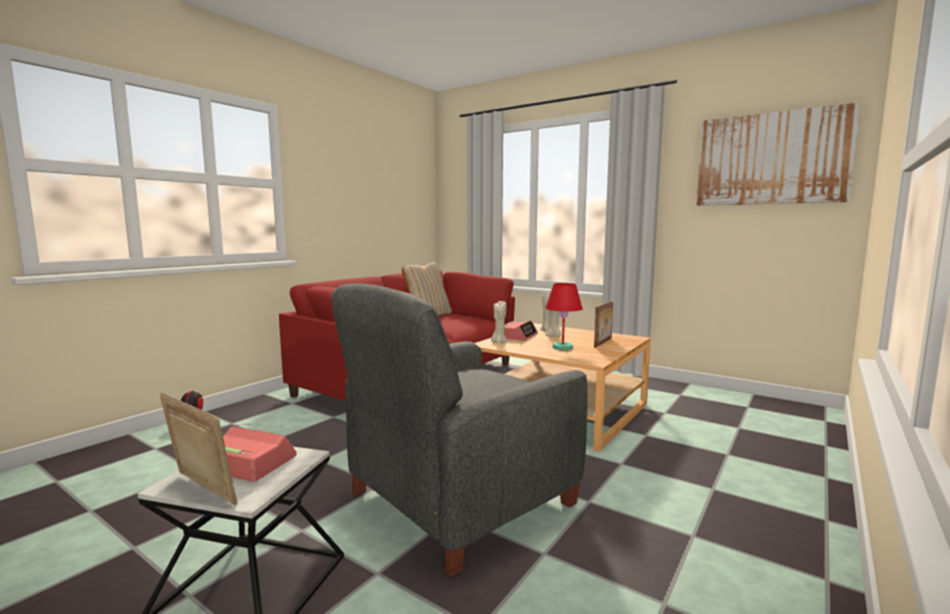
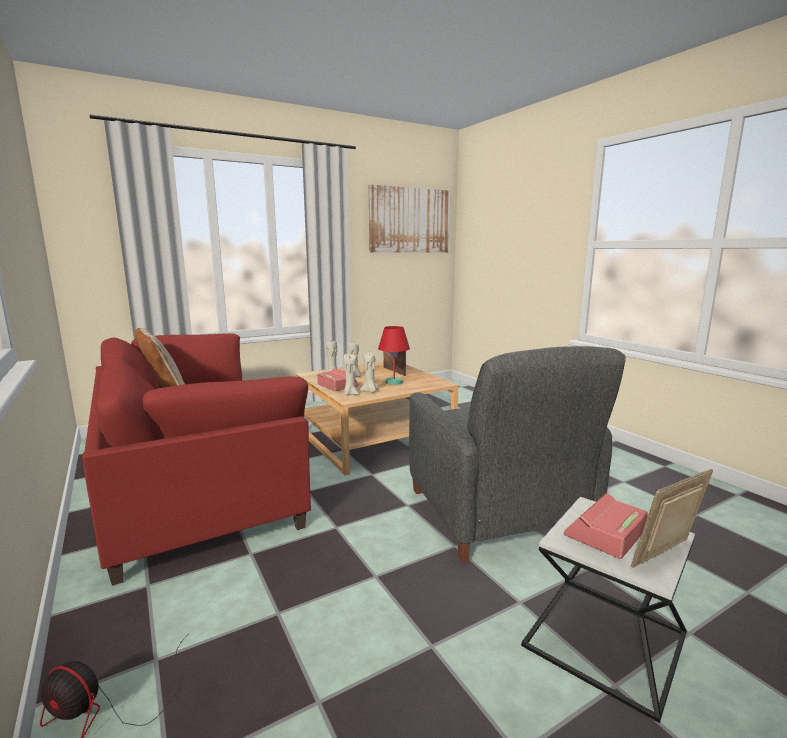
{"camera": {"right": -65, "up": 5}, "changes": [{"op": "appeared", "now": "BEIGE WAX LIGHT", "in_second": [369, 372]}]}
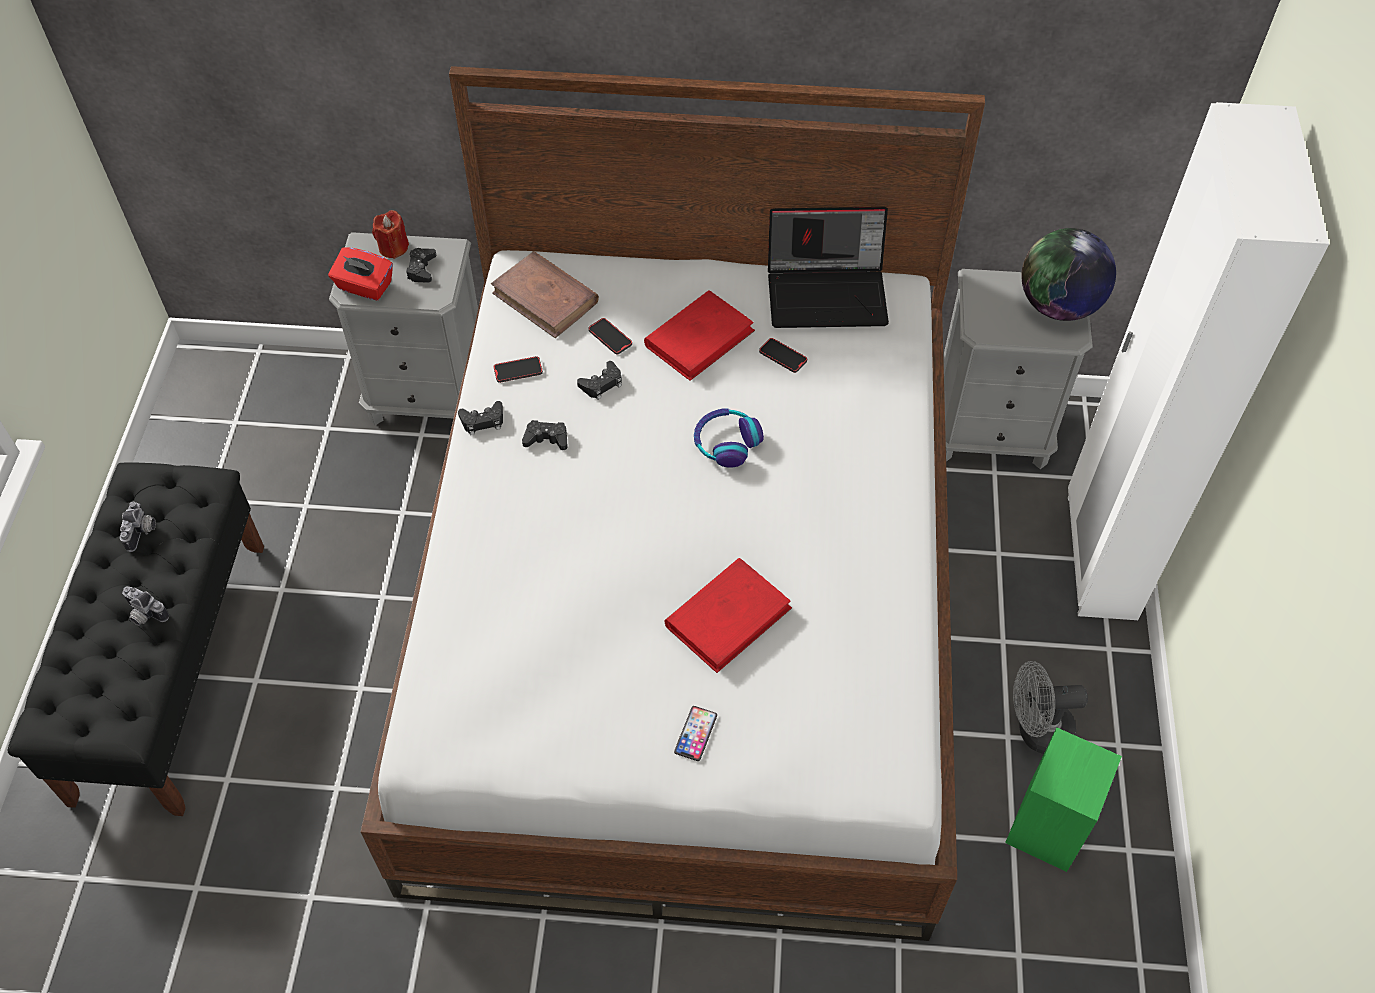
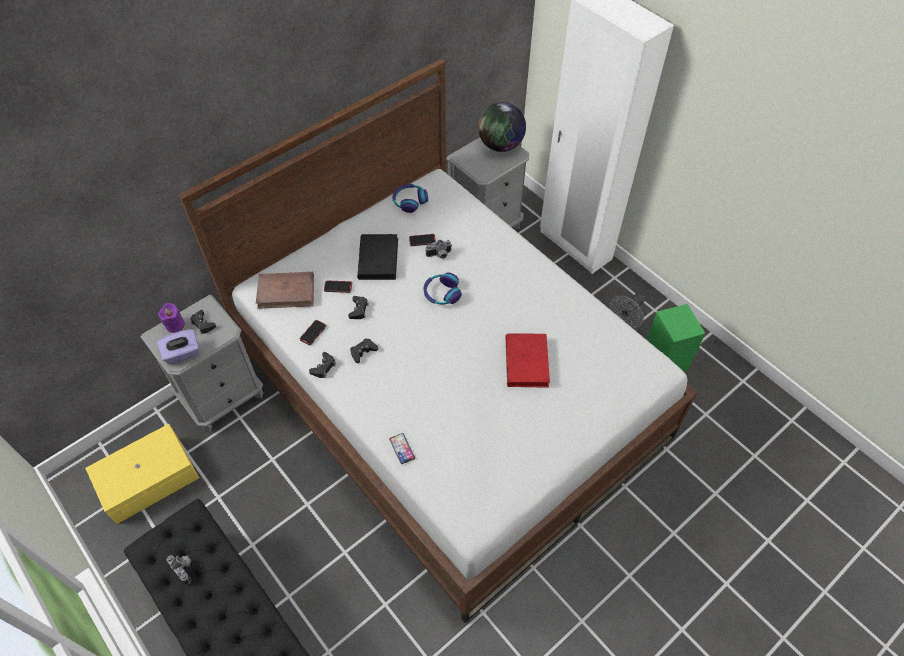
{"camera": {"right": -45, "up": 0}, "changes": [{"op": "appeared", "now": "YELLOWISH STORAGE BIN", "in_second": [142, 474]}, {"op": "colour", "was": "RED-COLOURED BOX OF TISSUES", "now": "PURPLE BOX OF TISSUES", "in_first": [360, 273], "in_second": [177, 347]}, {"op": "colour", "was": "RED-COLOURED WAX LIGHT", "now": "PURPLE WAX LIGHT", "in_first": [390, 234], "in_second": [171, 318]}, {"op": "colour", "was": "RED-COLOURED BOUND BOOK", "now": "BLACKISH BOUND BOOK", "in_first": [699, 335], "in_second": [377, 257]}, {"op": "relocated", "was": "HANDSET", "in_first": [695, 733], "in_second": [402, 448]}, {"op": "exchanged", "was": "LAPTOP", "now": "HEADSET", "in_first": [828, 267], "in_second": [410, 198]}, {"op": "relocated", "was": "PHOTO CAMERA", "in_first": [145, 606], "in_second": [439, 249]}]}
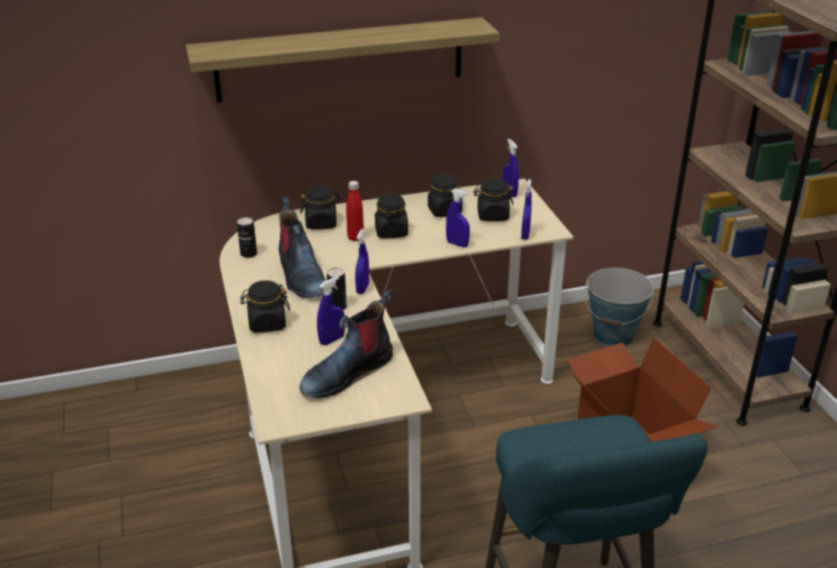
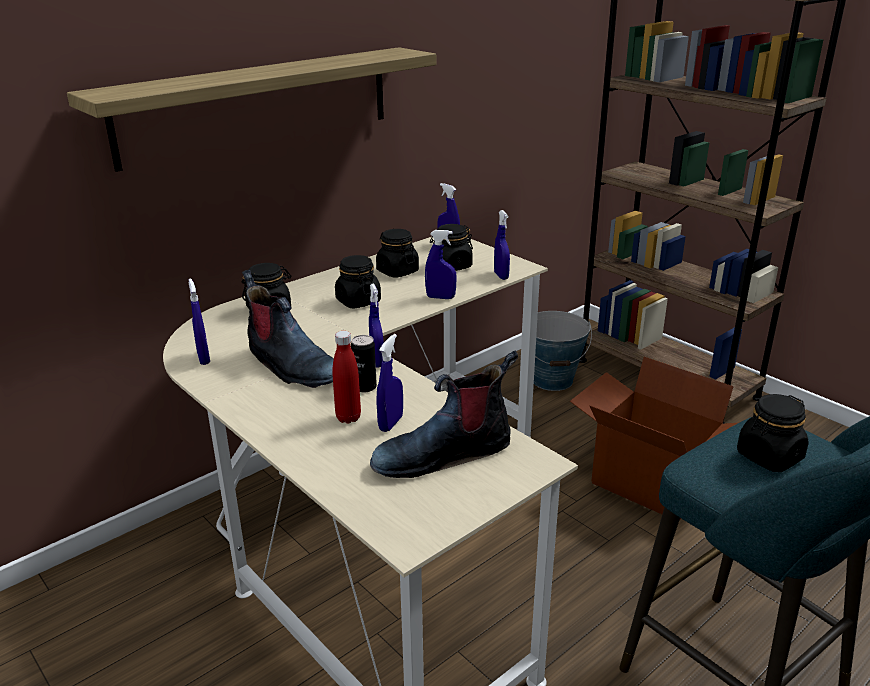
{"camera": {"right": -25, "up": -5}, "changes": [{"op": "exchanged", "was": "SEALED CAN", "now": "BLUE-COLOURED HAND SPRAYER", "in_first": [247, 237], "in_second": [199, 321]}, {"op": "relocated", "was": "RED-COLOURED BEVERAGE BOTTLE", "in_first": [355, 211], "in_second": [346, 377]}, {"op": "spun", "was": "TALL BOOT", "in_first": [346, 343], "in_second": [444, 414], "clockwise": 45}, {"op": "relocated", "was": "BLACKISH PRESERVE JAR", "in_first": [265, 306], "in_second": [773, 433]}]}
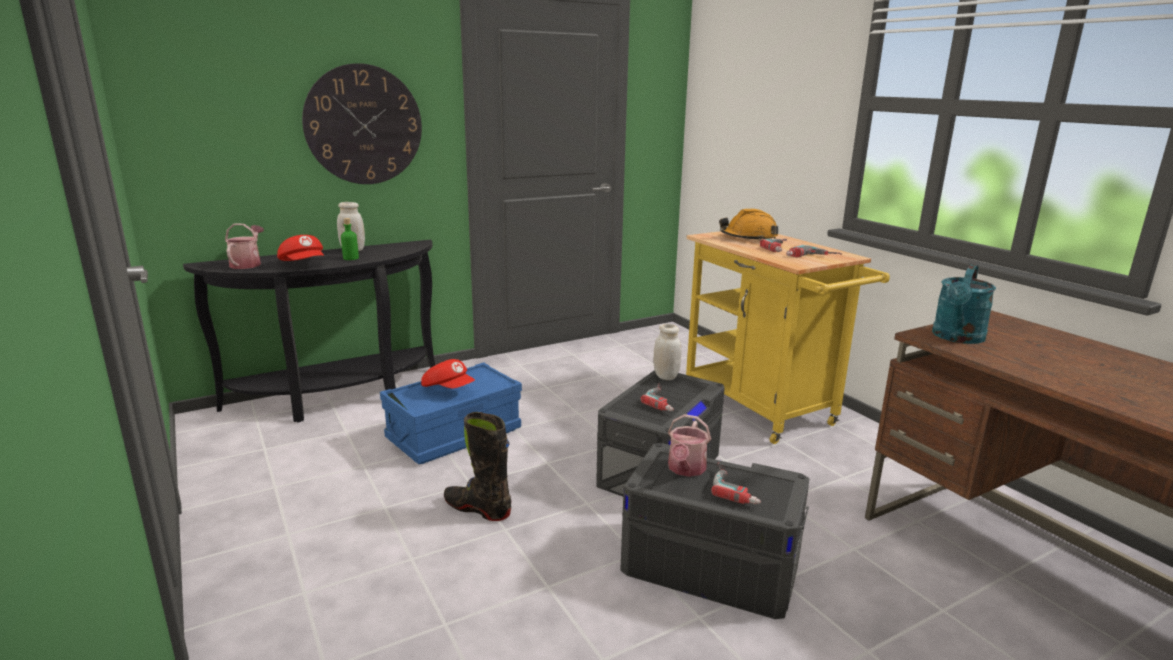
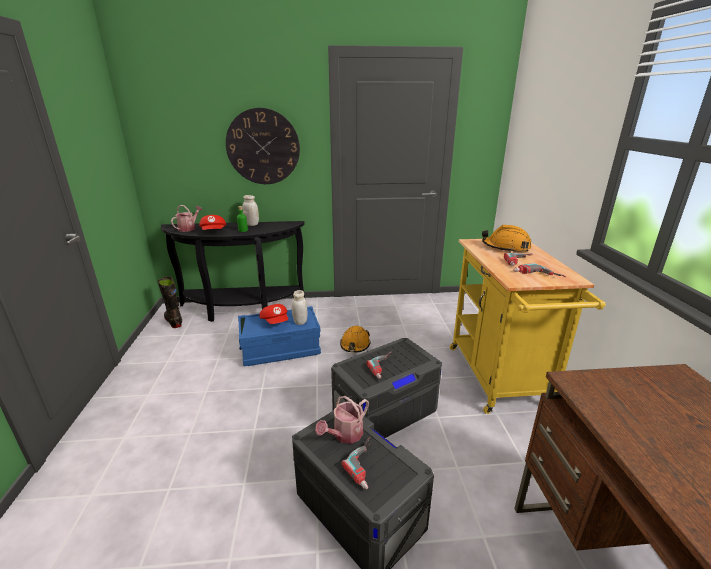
{"camera": {"right": 25, "up": 5}, "changes": [{"op": "relocated", "was": "BLACKISH TALL BOOT", "in_first": [477, 466], "in_second": [169, 302]}, {"op": "relocated", "was": "WHITISH PRESERVE JAR", "in_first": [667, 352], "in_second": [299, 307]}, {"op": "appeared", "now": "ORANGE WORK HELMET", "in_second": [355, 339]}, {"op": "missing", "was": "TURQUOISE SPRINKLING CAN", "in_first": [964, 304]}]}
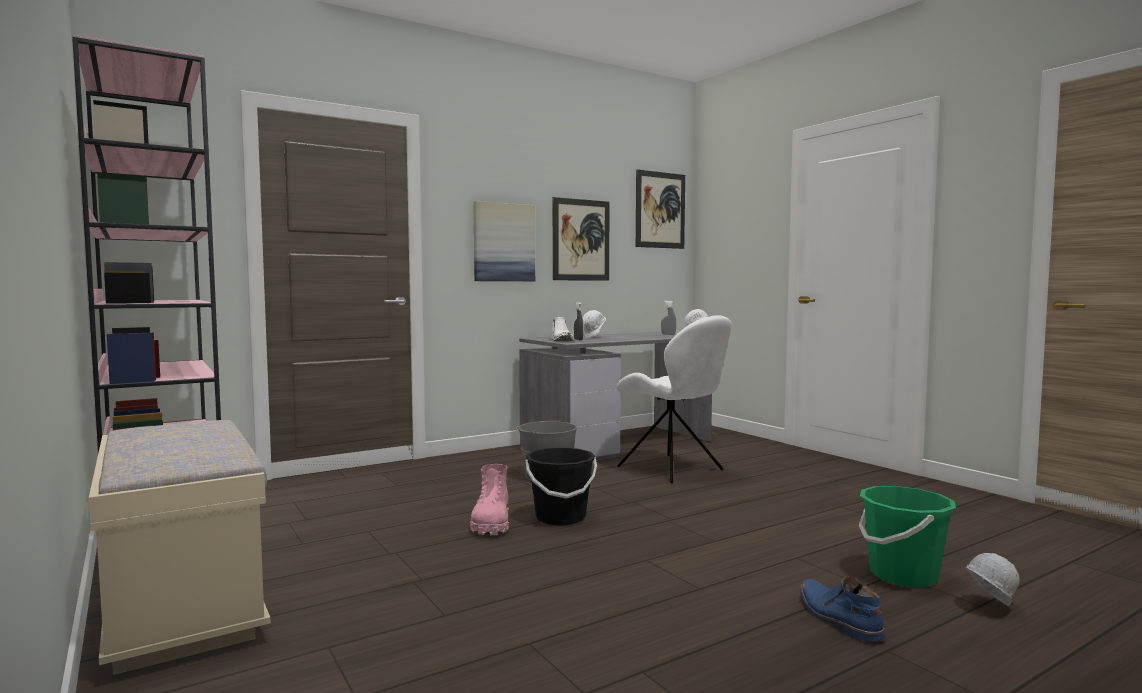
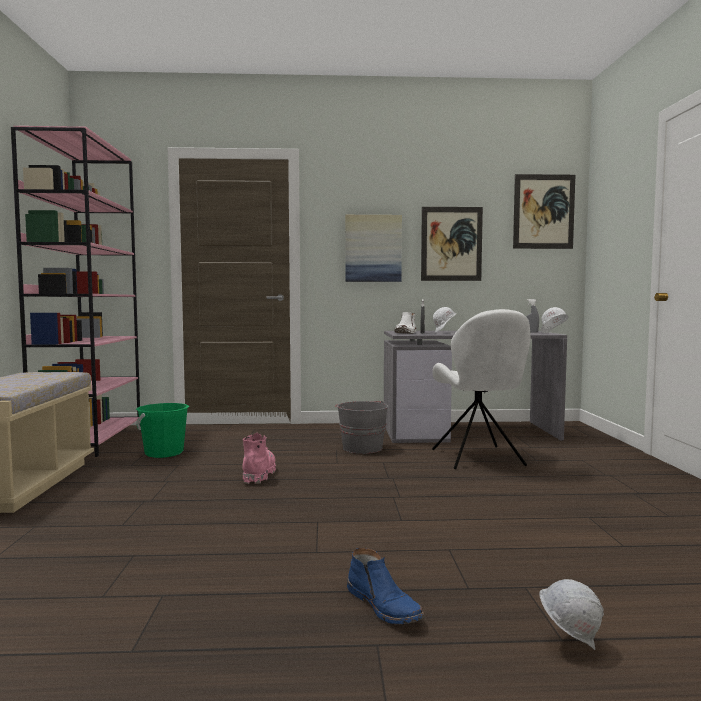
{"camera": {"right": 30, "up": 0}, "changes": [{"op": "relocated", "was": "GREEN PAIL", "in_first": [907, 536], "in_second": [162, 430]}, {"op": "spun", "was": "PINK-COLOURED TALL BOOT", "in_first": [489, 499], "in_second": [259, 458], "clockwise": 150}, {"op": "spun", "was": "BLUE-COLOURED TALL BOOT", "in_first": [842, 609], "in_second": [386, 586], "clockwise": 135}, {"op": "missing", "was": "BLACKISH PAIL", "in_first": [561, 487]}]}
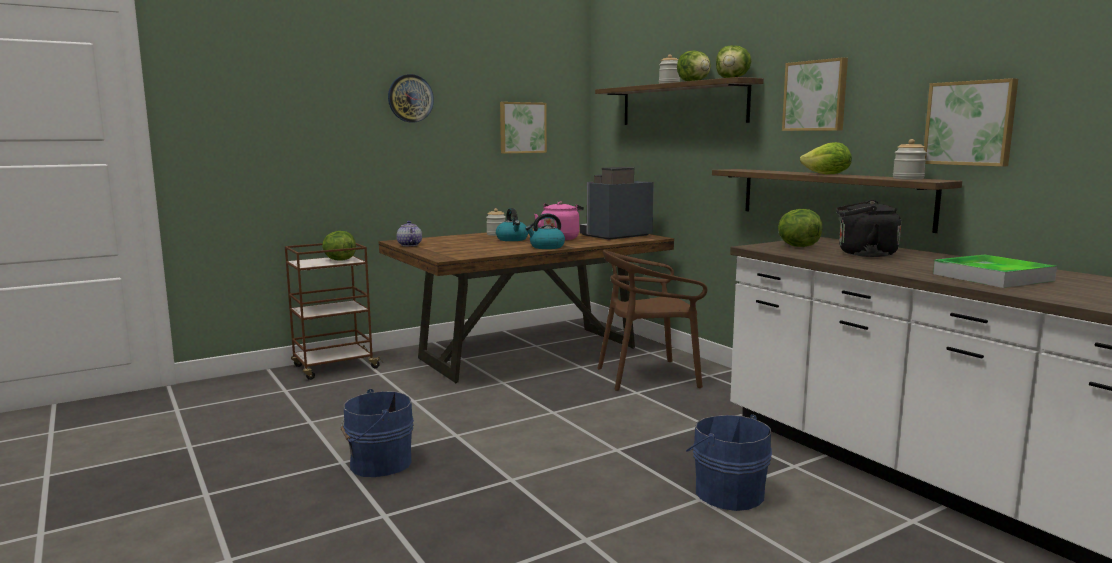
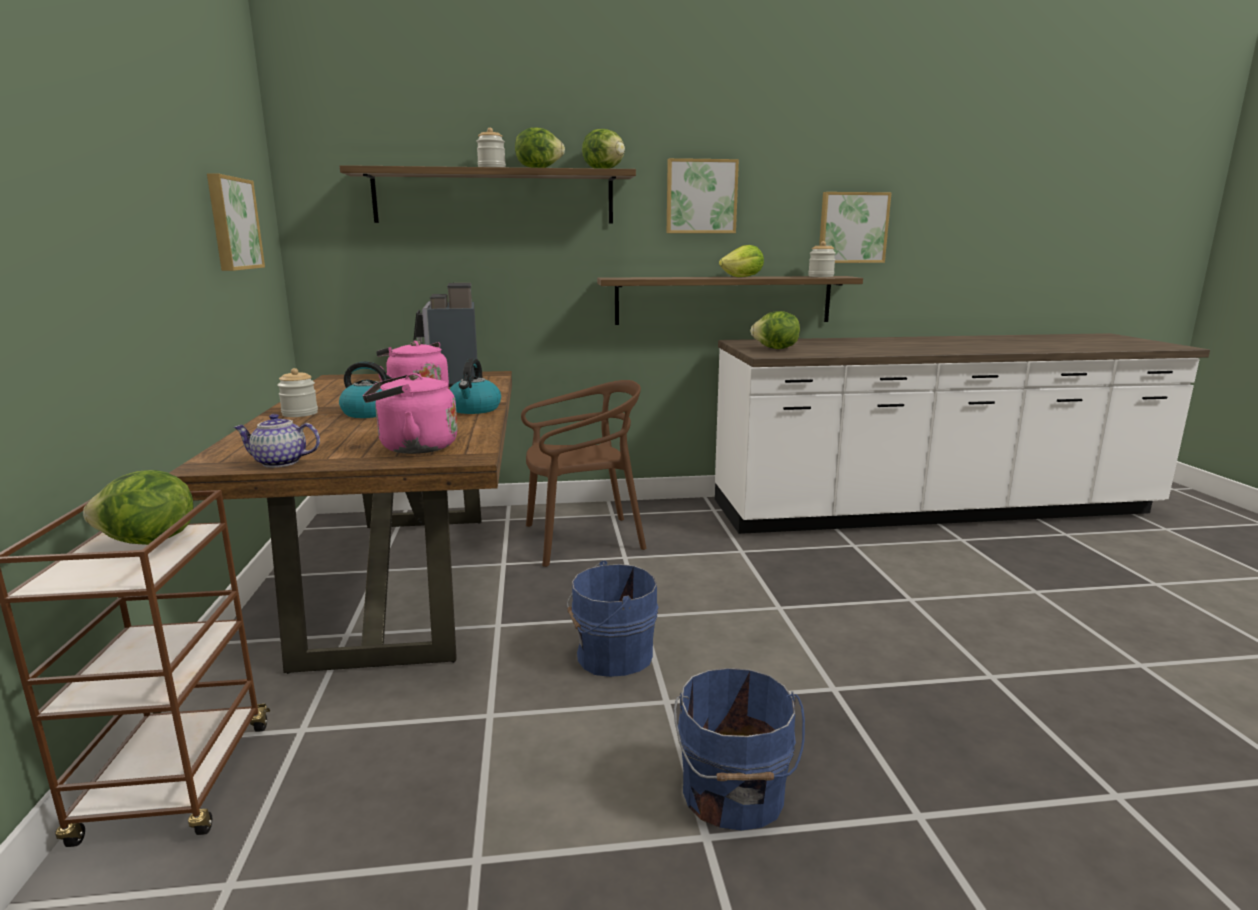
{"camera": {"right": -65, "up": 5}, "changes": [{"op": "appeared", "now": "PINK-COLOURED WATER KETTLE", "in_second": [410, 413]}, {"op": "spun", "was": "BROWNISH UPRIGHT CHAIR", "in_first": [652, 320], "in_second": [583, 473], "clockwise": -120}, {"op": "relocated", "was": "BLUE-COLOURED PAIL", "in_first": [729, 462], "in_second": [612, 618]}, {"op": "missing", "was": "WALL CLOCK", "in_first": [411, 98]}, {"op": "missing", "was": "BLACKISH WATER KETTLE", "in_first": [868, 228]}, {"op": "missing", "was": "TRAY", "in_first": [995, 271]}]}
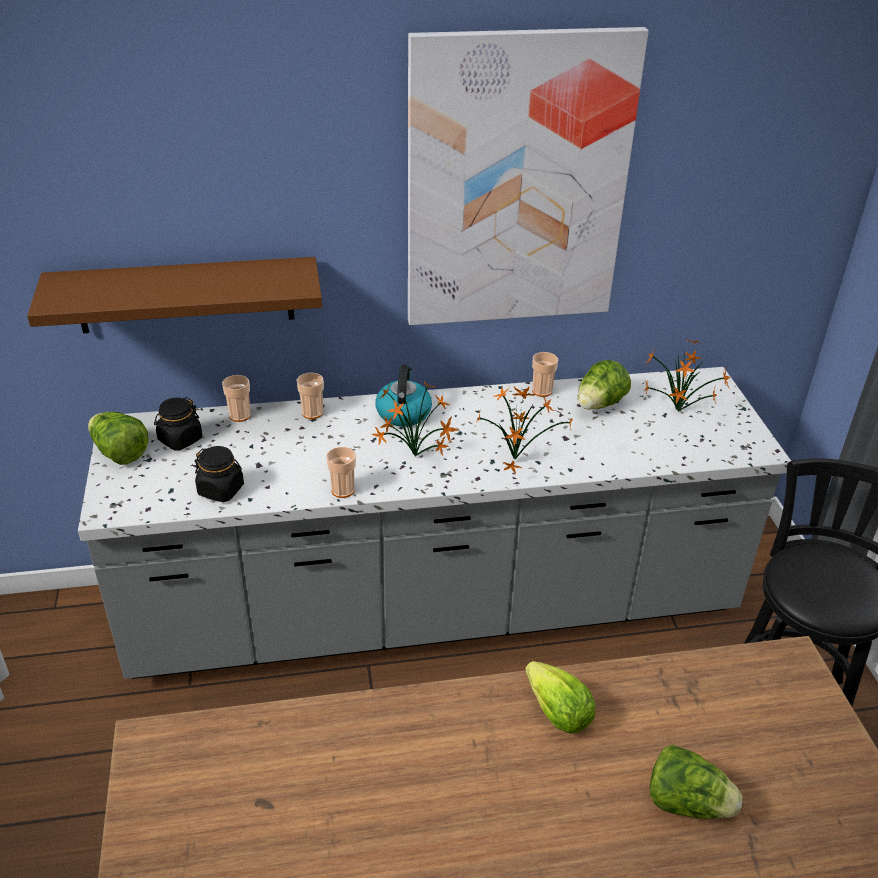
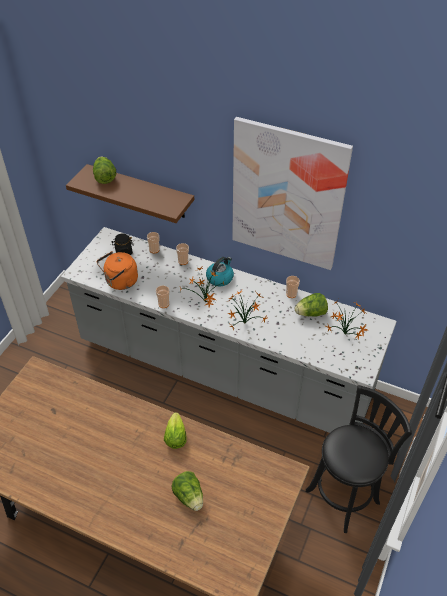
{"camera": {"right": 35, "up": 10}, "changes": [{"op": "relocated", "was": "LETTUCE", "in_first": [118, 438], "in_second": [104, 170]}, {"op": "exchanged", "was": "BLACKISH PRESERVE JAR", "now": "ORANGE WATER KETTLE", "in_first": [219, 474], "in_second": [117, 270]}]}
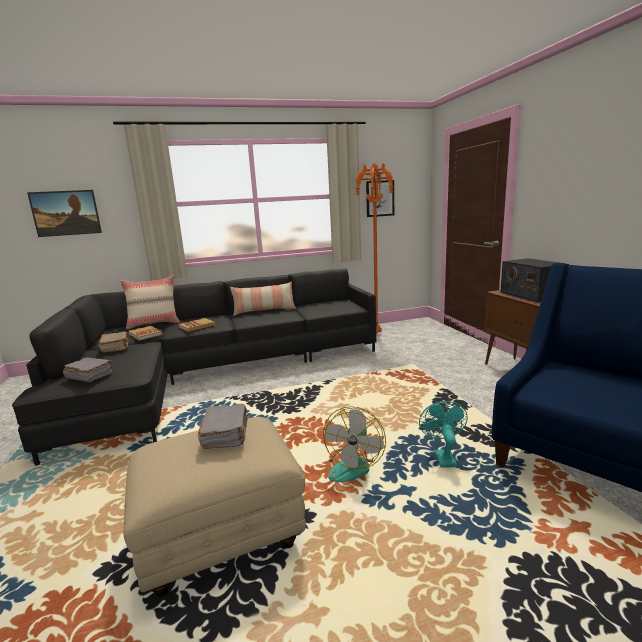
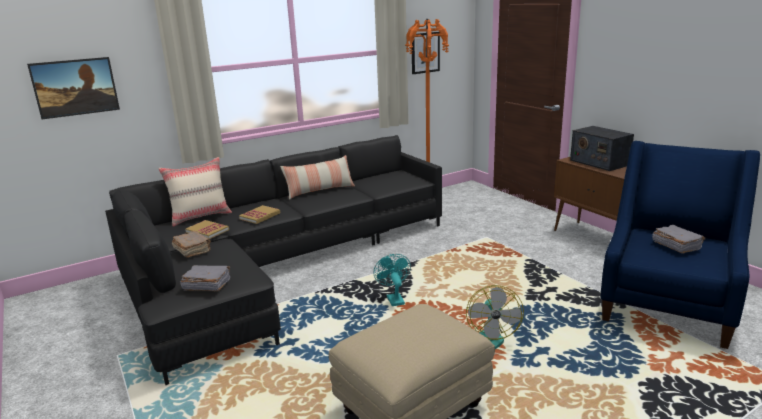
{"camera": {"right": -15, "up": 5}, "changes": [{"op": "relocated", "was": "TURQUOISE COOLING FAN", "in_first": [443, 434], "in_second": [392, 280]}, {"op": "relocated", "was": "GRAY BOUND BOOK", "in_first": [223, 426], "in_second": [678, 239]}]}
